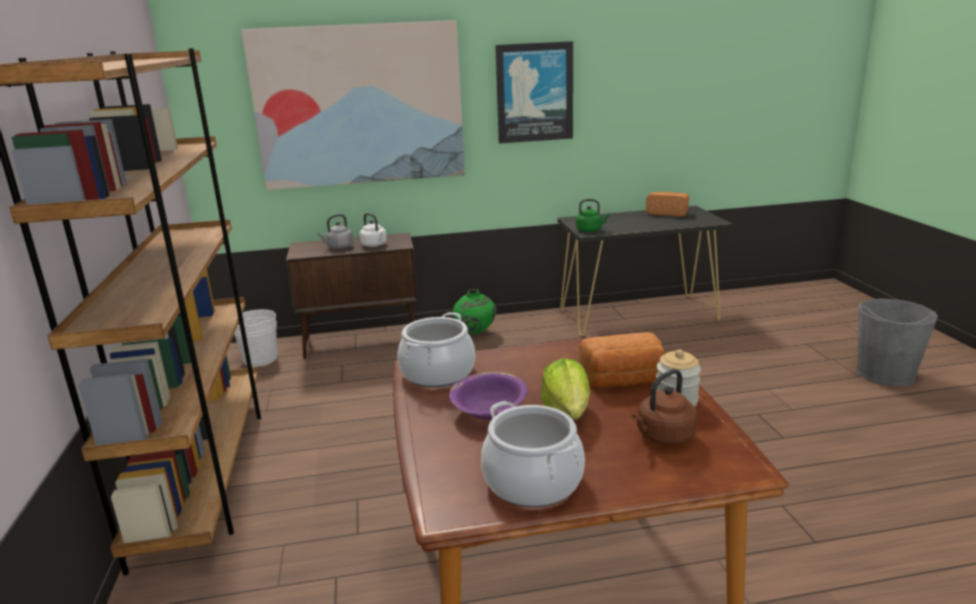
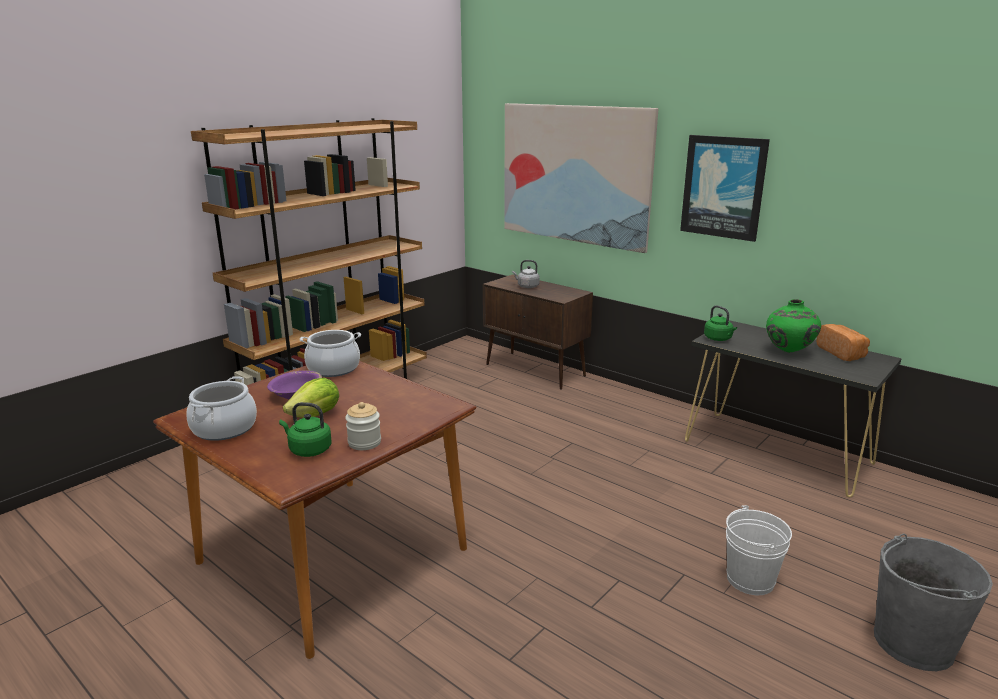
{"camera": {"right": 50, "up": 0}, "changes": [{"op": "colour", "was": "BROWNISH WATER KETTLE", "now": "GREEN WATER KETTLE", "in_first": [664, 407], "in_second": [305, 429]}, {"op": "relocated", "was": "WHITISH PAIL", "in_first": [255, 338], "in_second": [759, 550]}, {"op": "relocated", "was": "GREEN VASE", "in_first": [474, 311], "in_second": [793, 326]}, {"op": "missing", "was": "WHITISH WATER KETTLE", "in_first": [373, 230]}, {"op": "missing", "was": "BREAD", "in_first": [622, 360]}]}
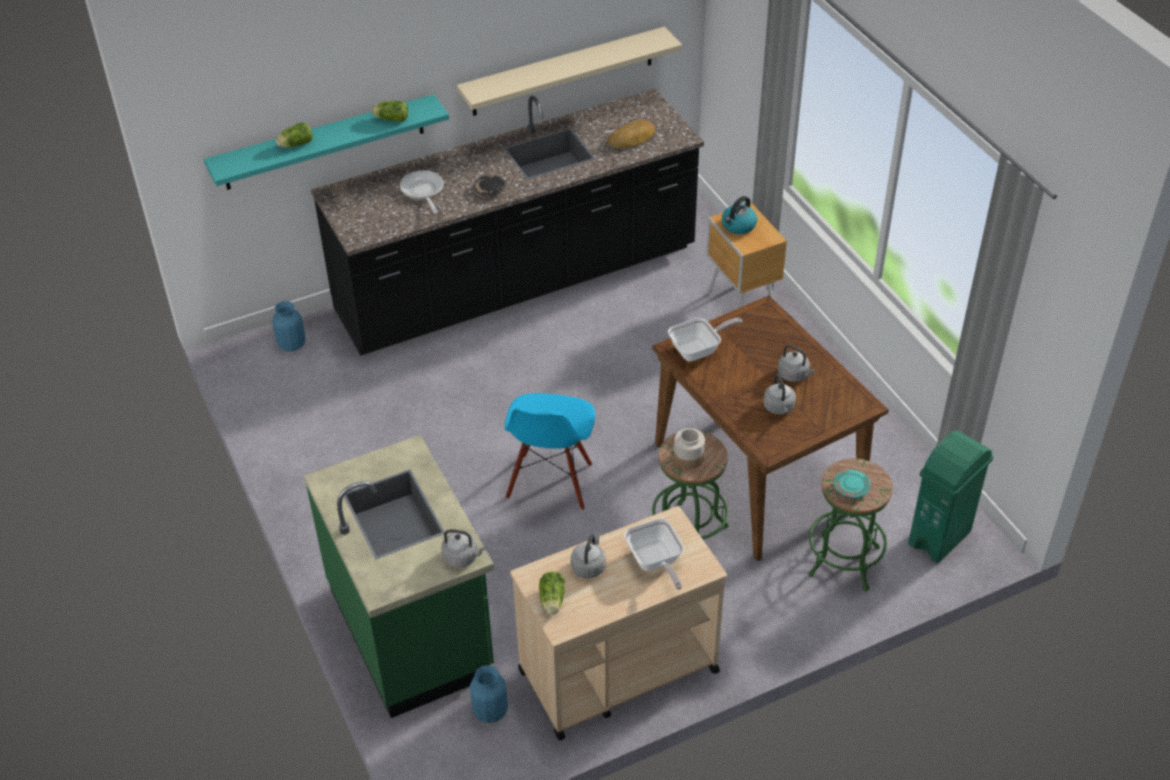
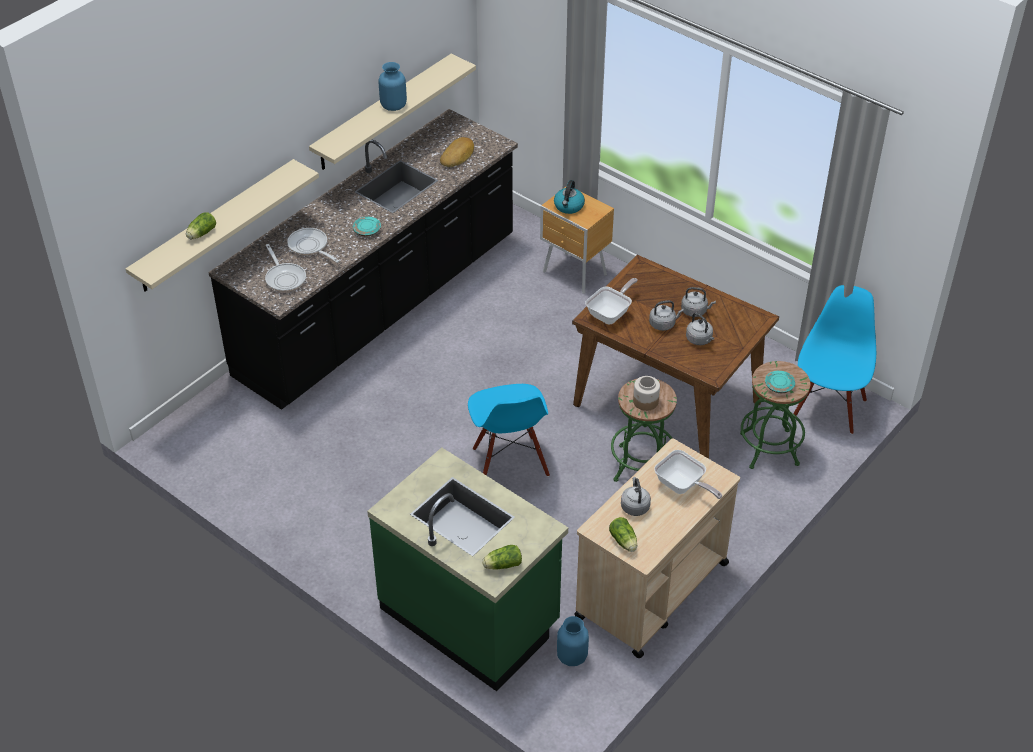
{"camera": {"right": -25, "up": 0}, "changes": [{"op": "colour", "was": "TURQUOISE BRACKET SHELF", "now": "BEIGE BRACKET SHELF", "in_first": [326, 142], "in_second": [222, 225]}, {"op": "appeared", "now": "FRYING PAN", "in_second": [285, 268]}, {"op": "colour", "was": "BLACKISH DINNER PLATE", "now": "TURQUOISE DINNER PLATE", "in_first": [489, 185], "in_second": [367, 227]}, {"op": "relocated", "was": "BLUE-COLOURED VASE", "in_first": [288, 326], "in_second": [392, 86]}, {"op": "relocated", "was": "LETTUCE", "in_first": [390, 111], "in_second": [502, 557]}, {"op": "relocated", "was": "GRAY WATER KETTLE", "in_first": [463, 548], "in_second": [666, 315]}, {"op": "exchanged", "was": "GREEN RUBBISH BIN", "now": "BLUE-COLOURED UPRIGHT CHAIR", "in_first": [951, 497], "in_second": [835, 359]}]}
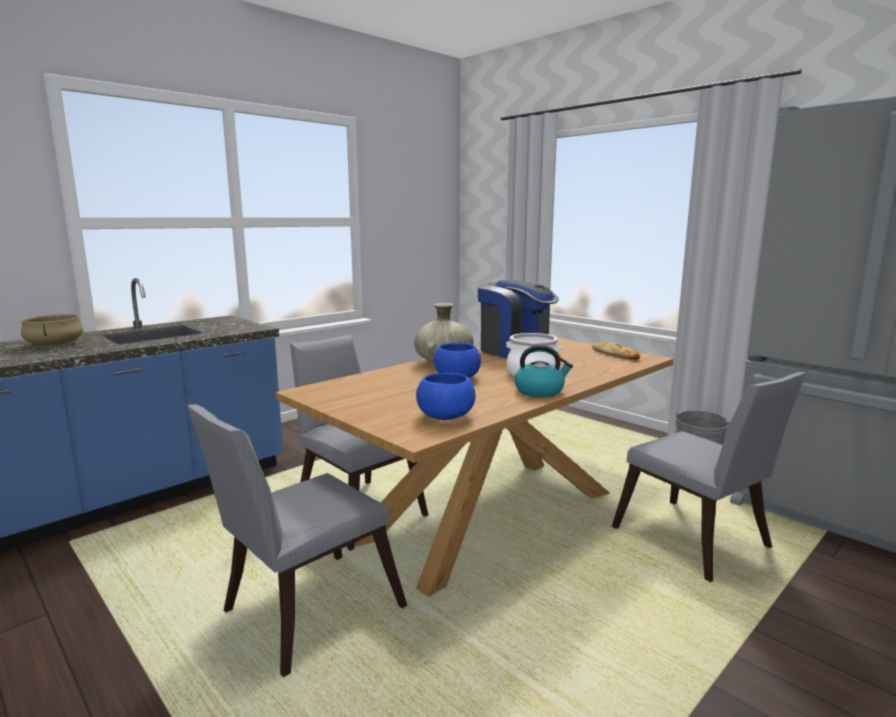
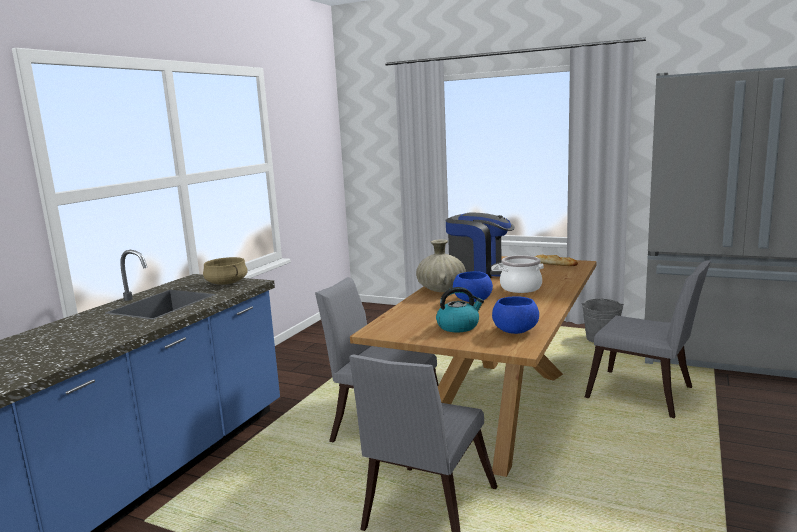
{"camera": {"right": -20, "up": 0}, "changes": [{"op": "relocated", "was": "BEIGE STOCKPOT", "in_first": [52, 330], "in_second": [225, 271]}, {"op": "relocated", "was": "WATER KETTLE", "in_first": [543, 371], "in_second": [460, 309]}]}
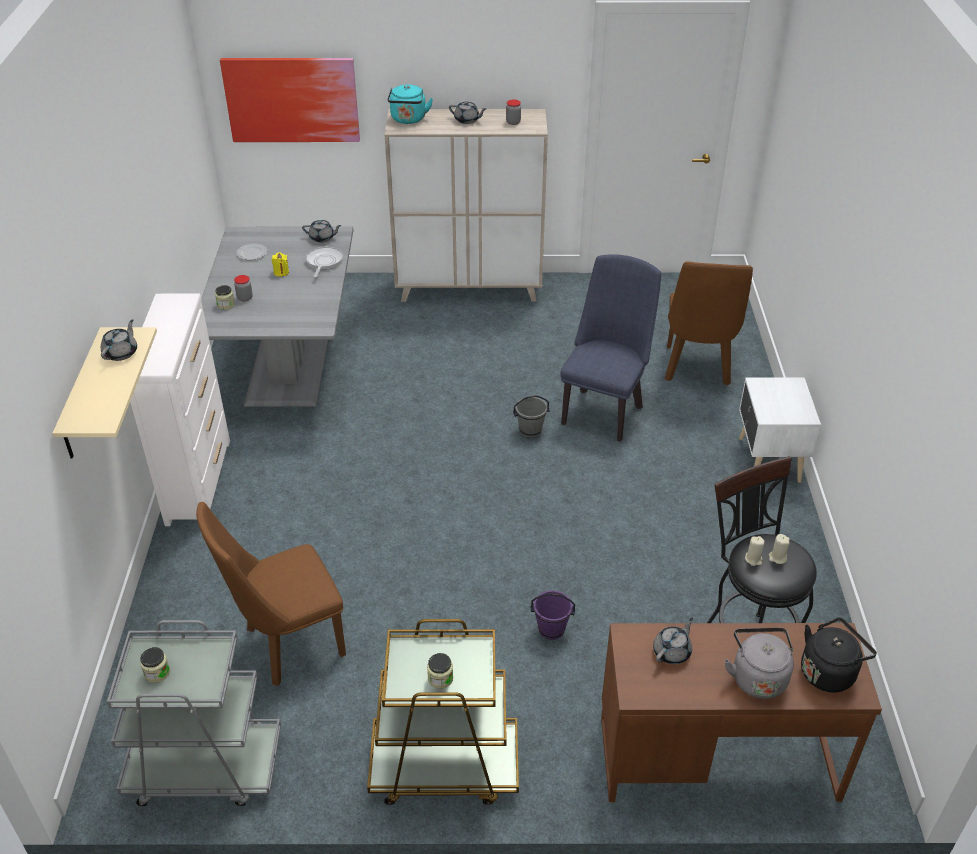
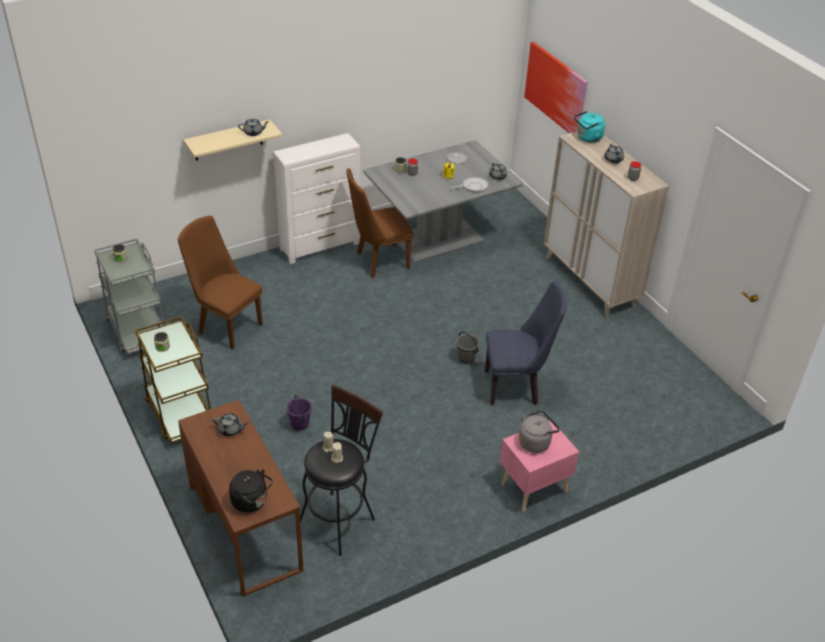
{"camera": {"right": 60, "up": 0}, "changes": [{"op": "relocated", "was": "BROWNISH UPRIGHT CHAIR", "in_first": [709, 323], "in_second": [380, 223]}, {"op": "colour", "was": "WHITISH NIGHTSTAND", "now": "PINK-COLOURED NIGHTSTAND", "in_first": [780, 430], "in_second": [539, 466]}, {"op": "relocated", "was": "GRAY WATER KETTLE", "in_first": [759, 663], "in_second": [539, 431]}]}
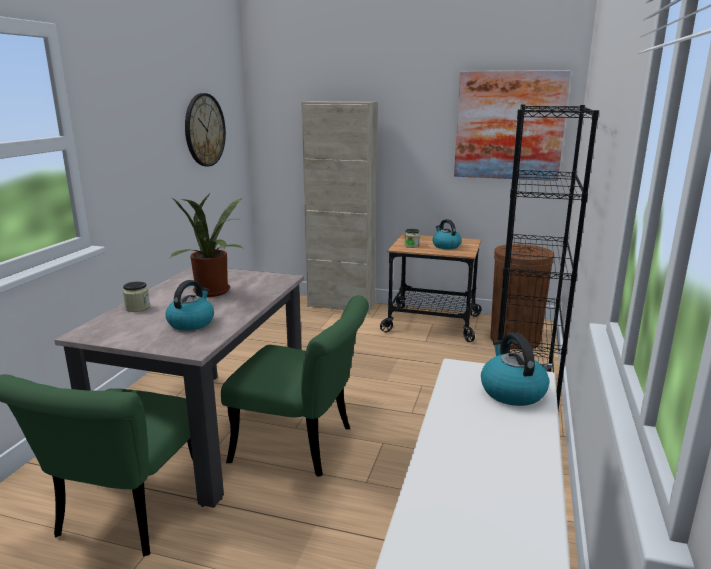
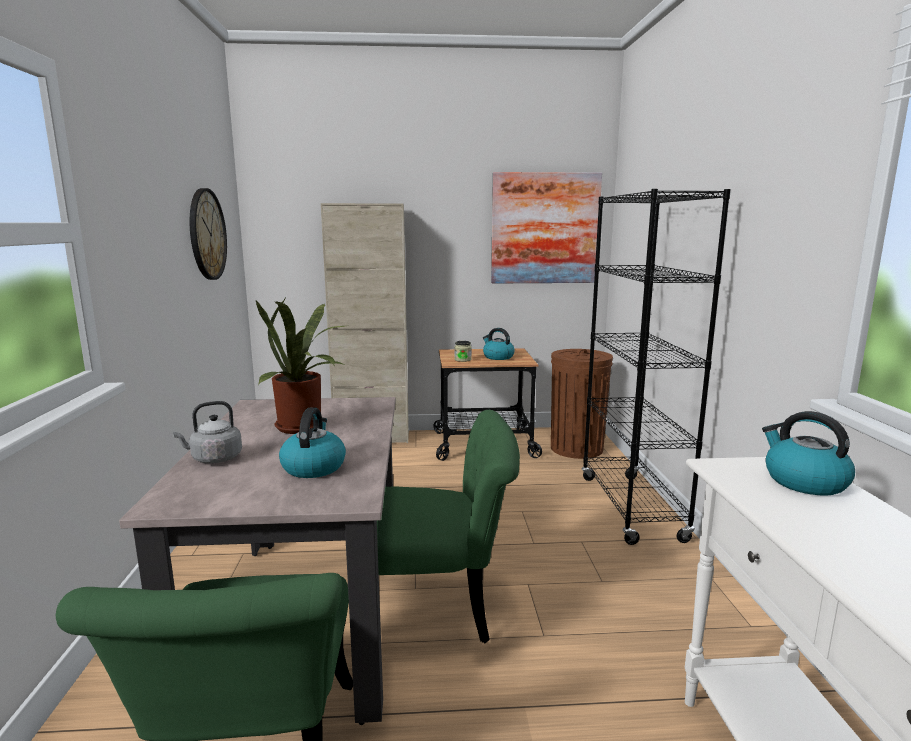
{"camera": {"right": -20, "up": -5}, "changes": [{"op": "exchanged", "was": "PRESERVE JAR", "now": "GRAY WATER KETTLE", "in_first": [136, 296], "in_second": [207, 432]}]}
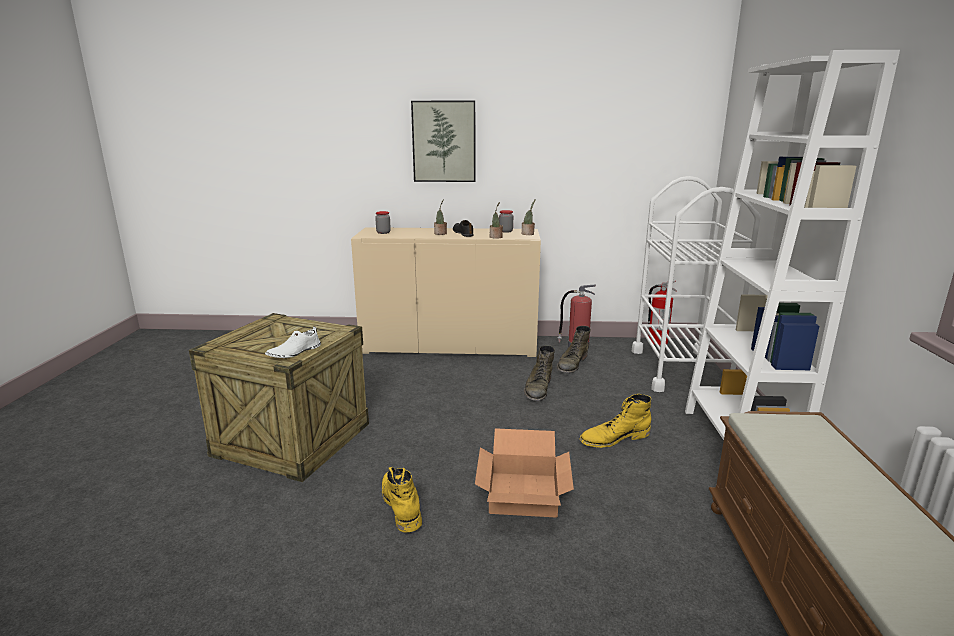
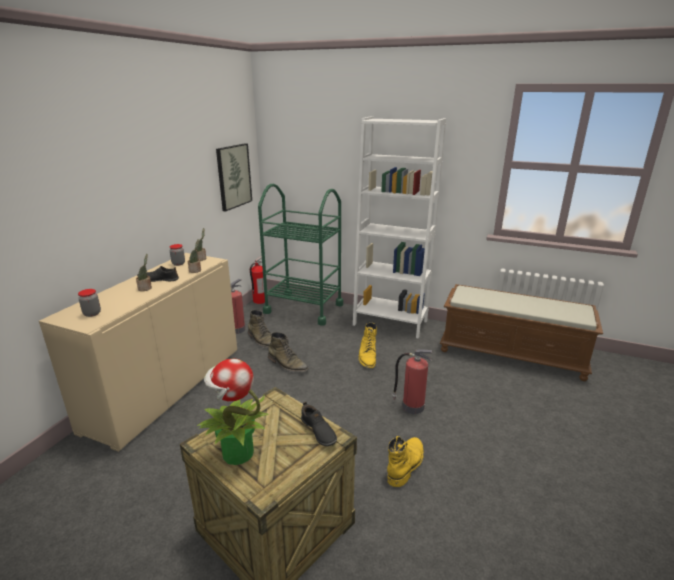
{"camera": {"right": -70, "up": 5}, "changes": [{"op": "appeared", "now": "HOUSEPLANT", "in_second": [232, 411]}, {"op": "relocated", "was": "WALL ART", "in_first": [443, 141], "in_second": [234, 177]}, {"op": "colour", "was": "WHITISH TROLLEY", "now": "GREEN TROLLEY", "in_first": [696, 284], "in_second": [300, 255]}, {"op": "colour", "was": "WHITISH SHOE", "now": "BLACKISH SHOE", "in_first": [293, 342], "in_second": [319, 424]}, {"op": "spun", "was": "YELLOWISH TALL BOOT", "in_first": [402, 499], "in_second": [405, 461], "clockwise": 120}, {"op": "exchanged", "was": "CARDBOARD BOX", "now": "EXTINGUISHER", "in_first": [524, 473], "in_second": [412, 381]}]}
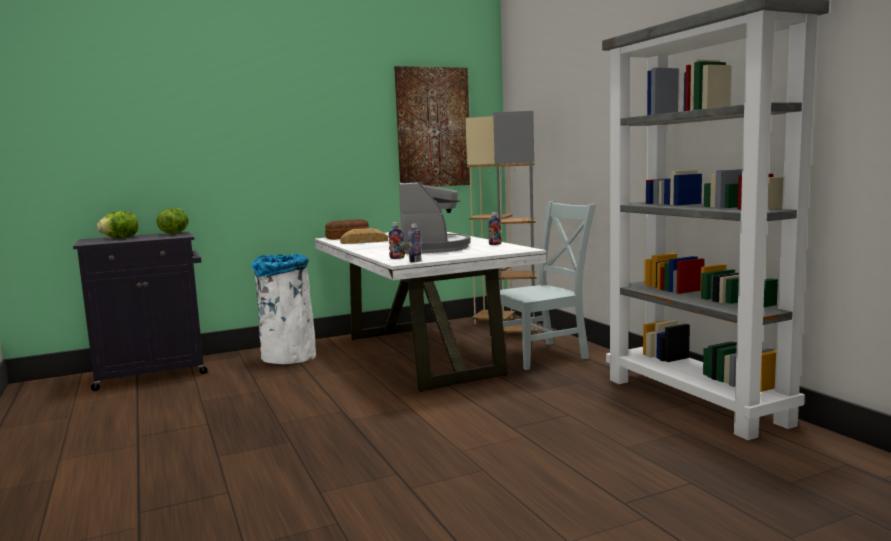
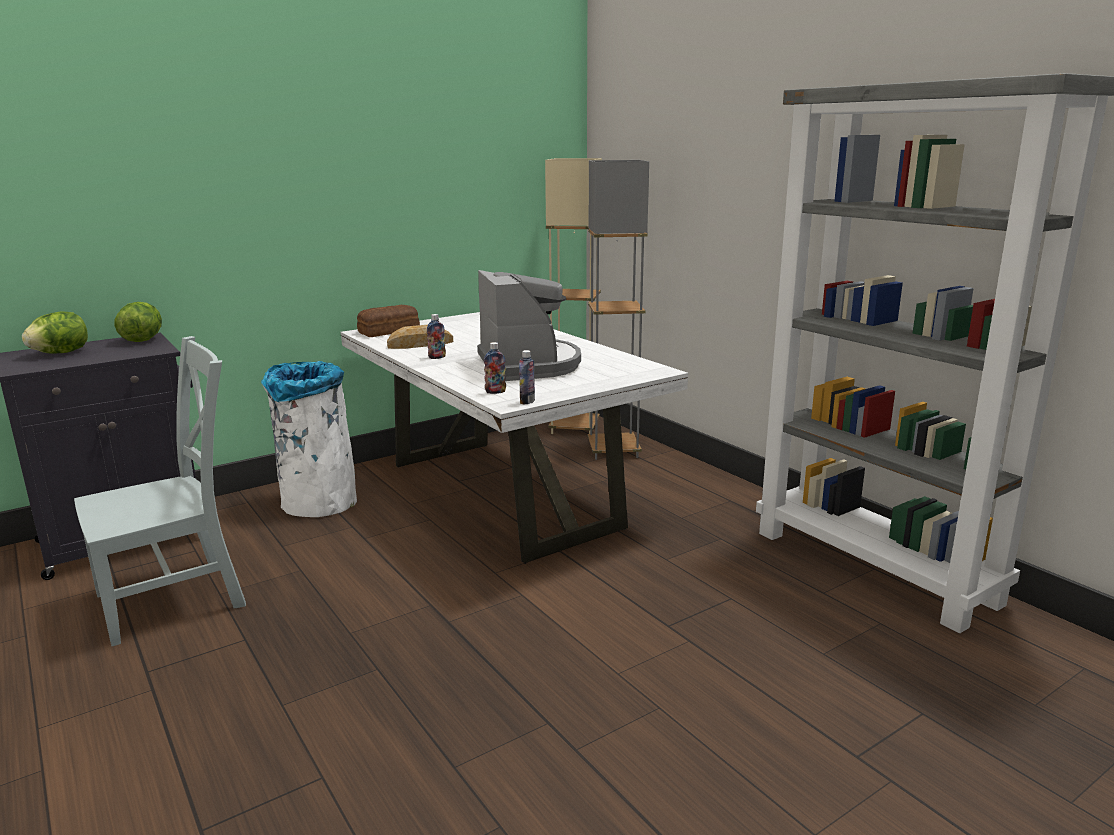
{"camera": {"right": -10, "up": 10}, "changes": [{"op": "relocated", "was": "GRAY UPRIGHT CHAIR", "in_first": [548, 285], "in_second": [160, 491]}, {"op": "relocated", "was": "BEVERAGE BOTTLE", "in_first": [495, 228], "in_second": [436, 336]}, {"op": "missing", "was": "WALL ART", "in_first": [432, 126]}]}
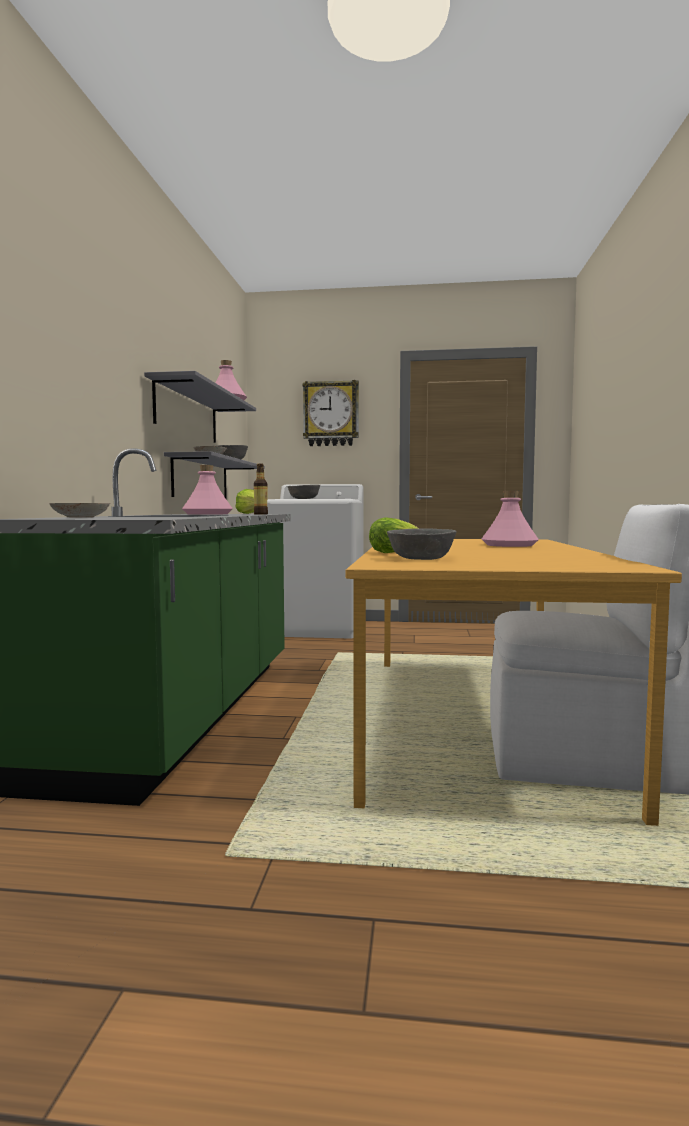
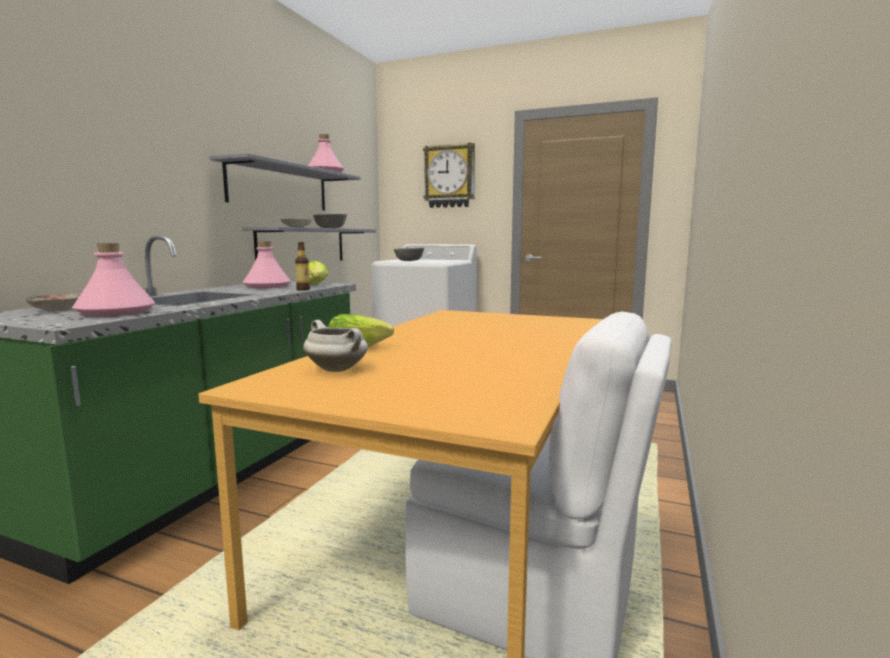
{"camera": {"right": 15, "up": 5}, "changes": [{"op": "relocated", "was": "PINK-COLOURED BEVERAGE BOTTLE", "in_first": [510, 519], "in_second": [113, 280]}, {"op": "exchanged", "was": "GRAY BOWL", "now": "WHITISH STOCKPOT", "in_first": [421, 544], "in_second": [335, 346]}]}
